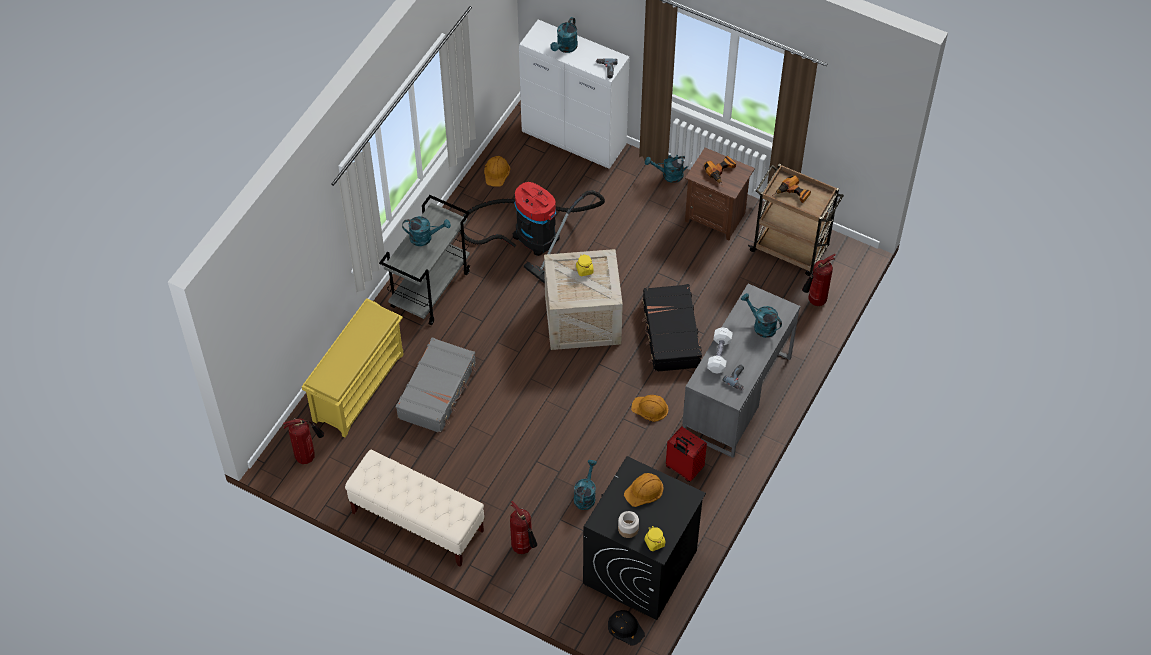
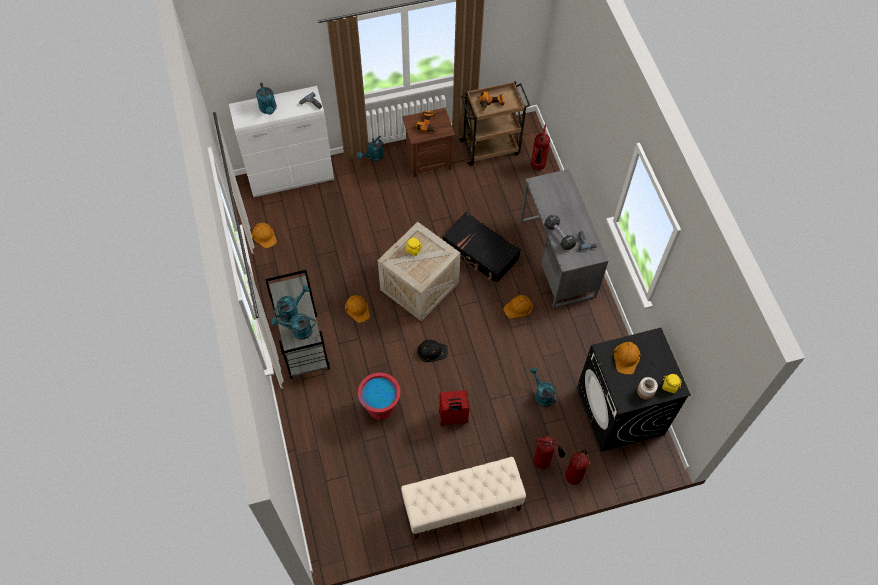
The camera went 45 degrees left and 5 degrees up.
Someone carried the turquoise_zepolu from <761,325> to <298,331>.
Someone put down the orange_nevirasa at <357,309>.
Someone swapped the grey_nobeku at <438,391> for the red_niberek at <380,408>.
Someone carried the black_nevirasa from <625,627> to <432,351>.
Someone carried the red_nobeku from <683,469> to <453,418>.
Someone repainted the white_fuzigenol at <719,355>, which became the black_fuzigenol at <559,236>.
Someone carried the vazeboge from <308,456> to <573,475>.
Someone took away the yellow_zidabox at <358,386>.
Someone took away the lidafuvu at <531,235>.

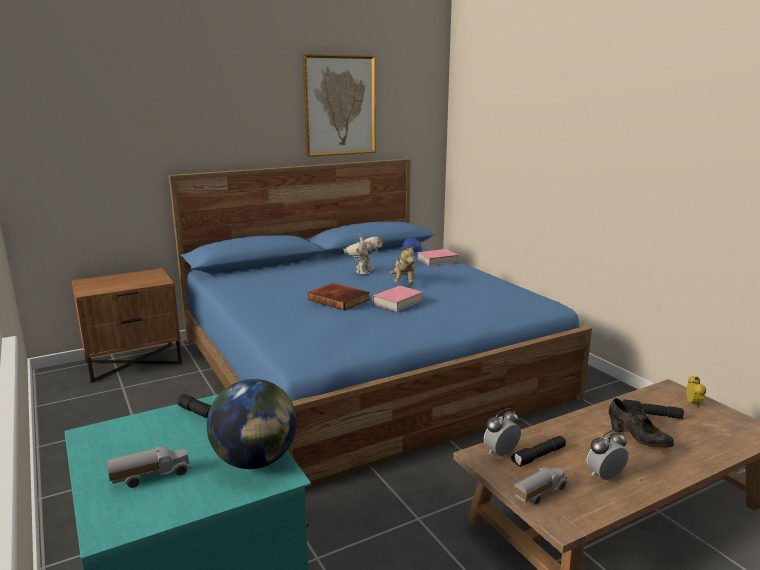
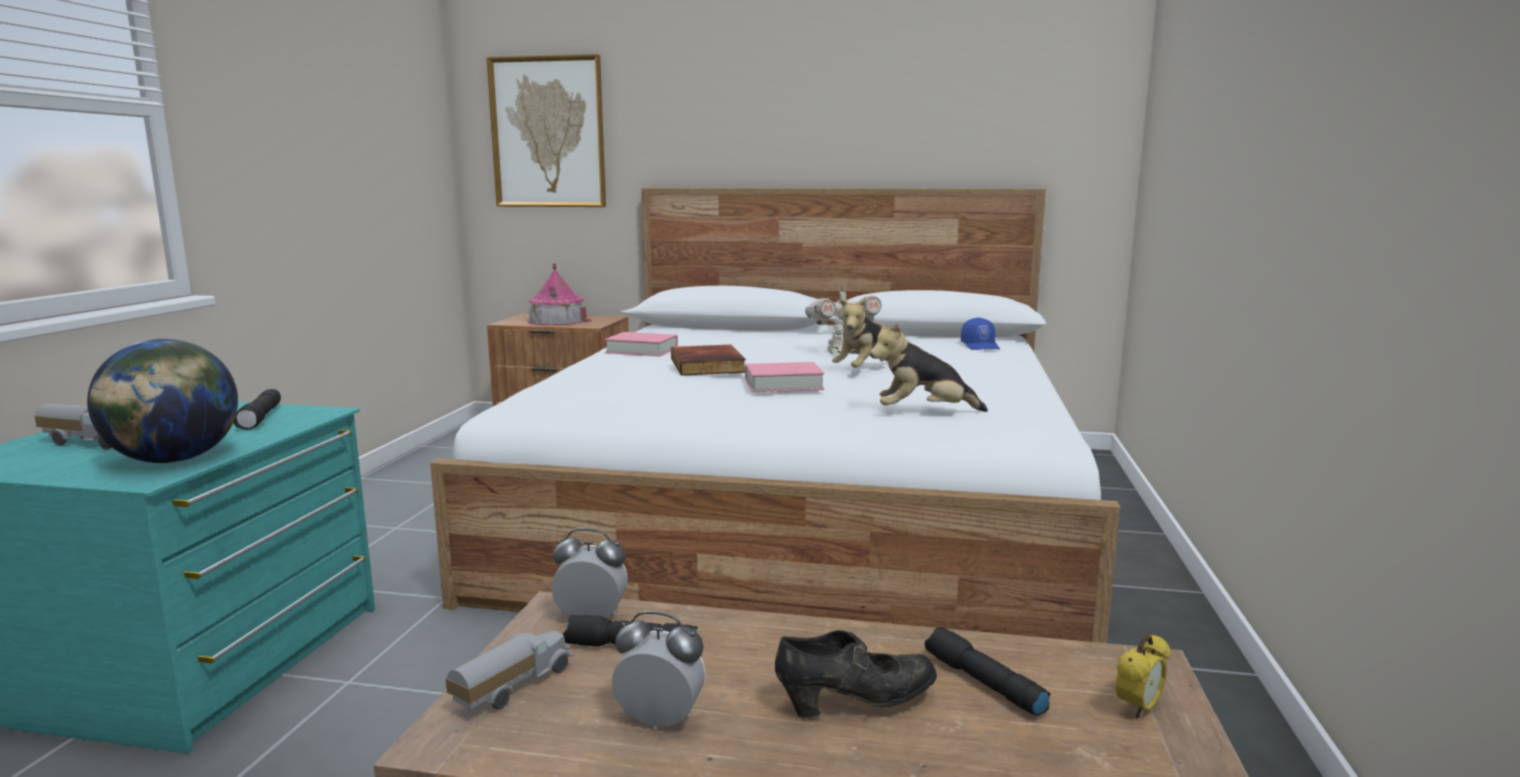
The camera went 40 degrees right and 5 degrees down.
Someone repainted the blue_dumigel at <365,366>, which became the white_dumigel at <803,508>.
Someone rotated the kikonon at <539,493> by 60 degrees counterclockwise.
Someone carried the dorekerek from <339,105> to <548,133>.
Someone put down the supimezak at <557,320>.
Someone carried the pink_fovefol from <437,260> to <642,350>.
Someone rotated the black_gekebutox at <637,439> by 105 degrees counterclockwise.
Someone put down the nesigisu at <923,413>.

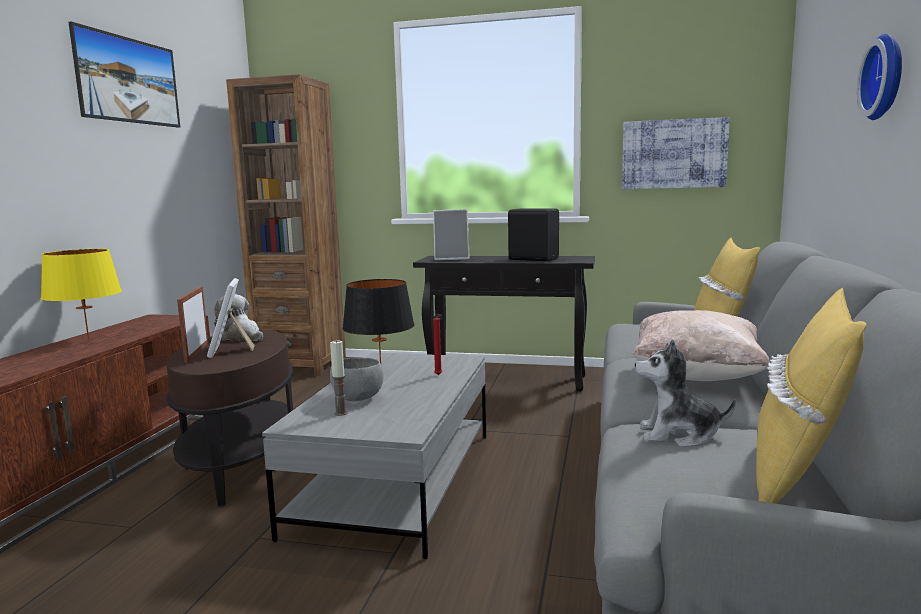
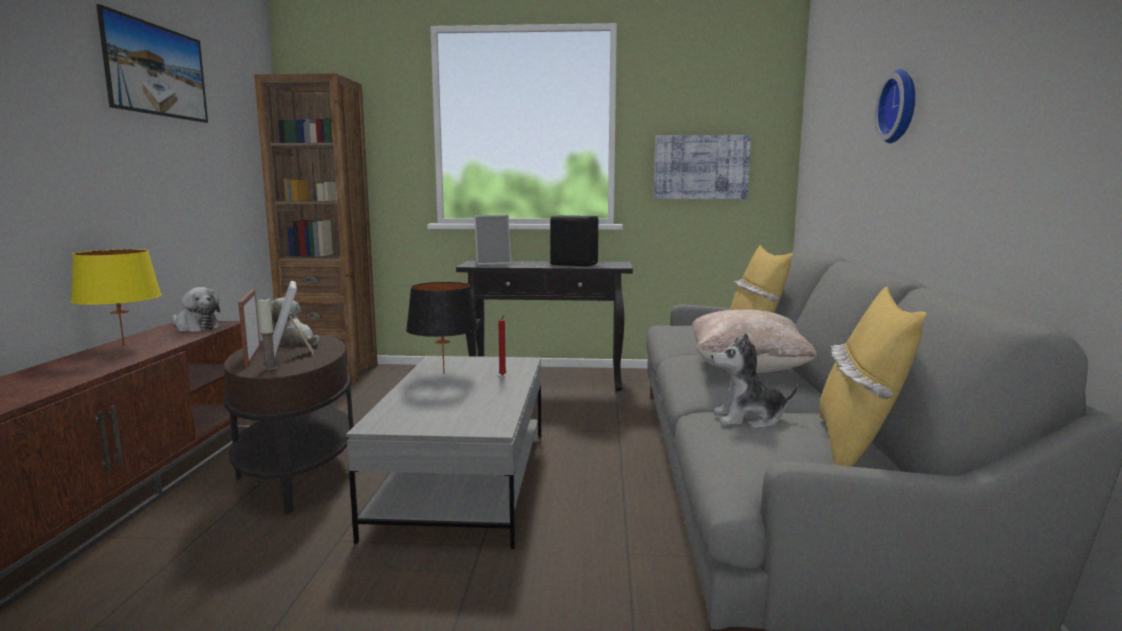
The camera went 10 degrees left and 0 degrees up.
Someone put down the nesigisu at <195,327>.
Someone carried the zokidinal from <340,413> to <270,368>.
Someone took away the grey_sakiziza at <356,398>.

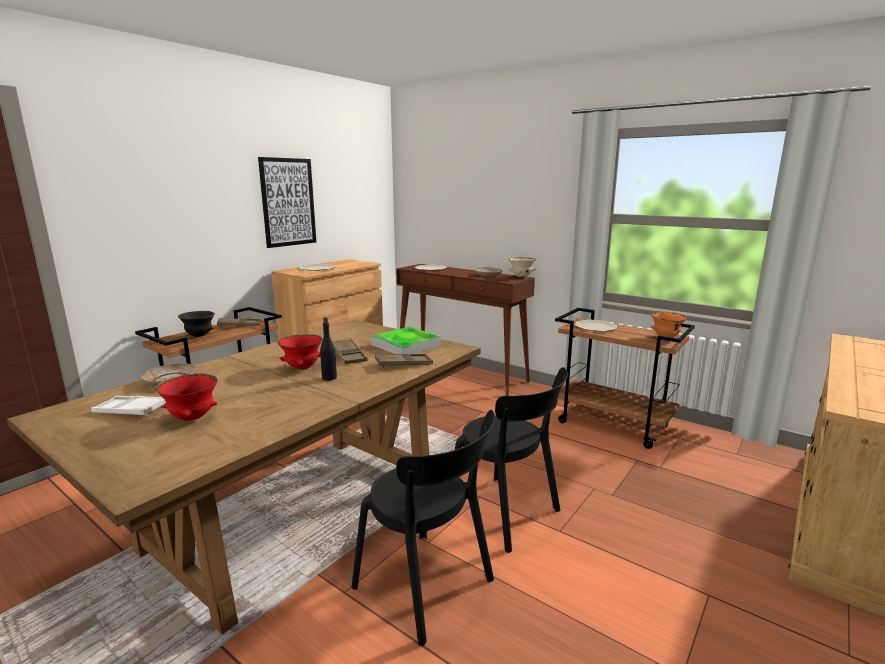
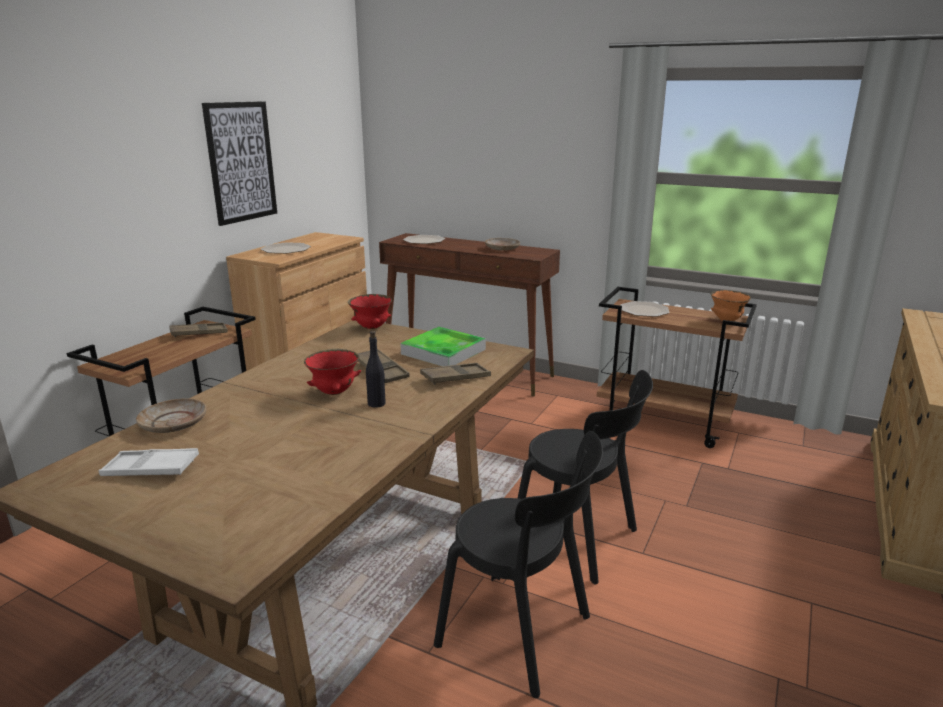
The camera went 10 degrees left and 5 degrees up.
Someone carried the red_sakiziza from <192,418> to <372,327>.
Someone took away the black_sakiziza at <199,336>.
Someone took away the beige_sakiziza at <521,277>.

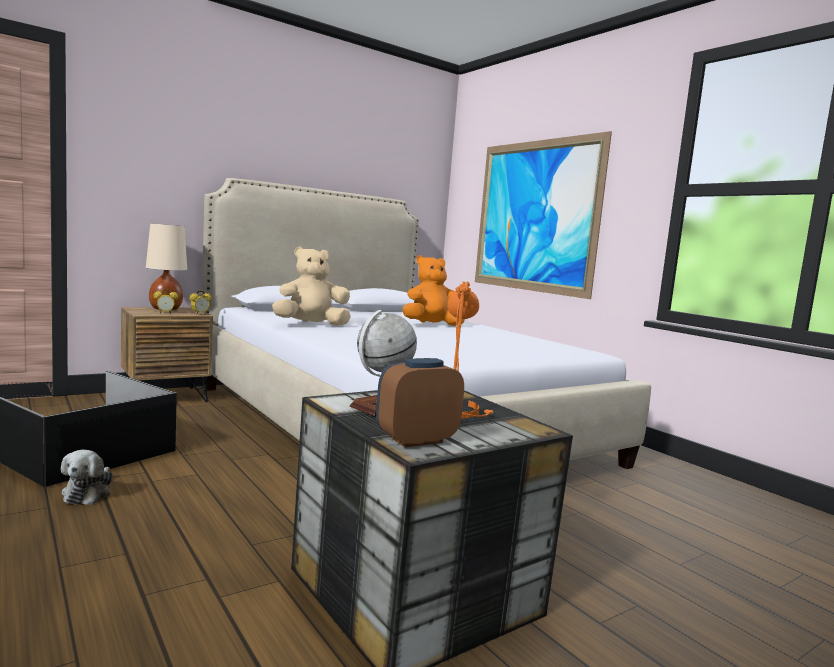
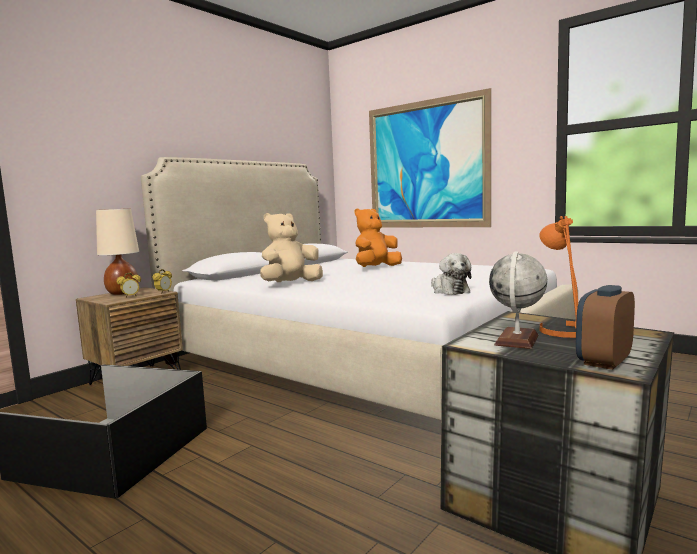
The camera went 15 degrees left and 0 degrees up.
Someone carried the nesigisu from <89,493> to <449,291>.

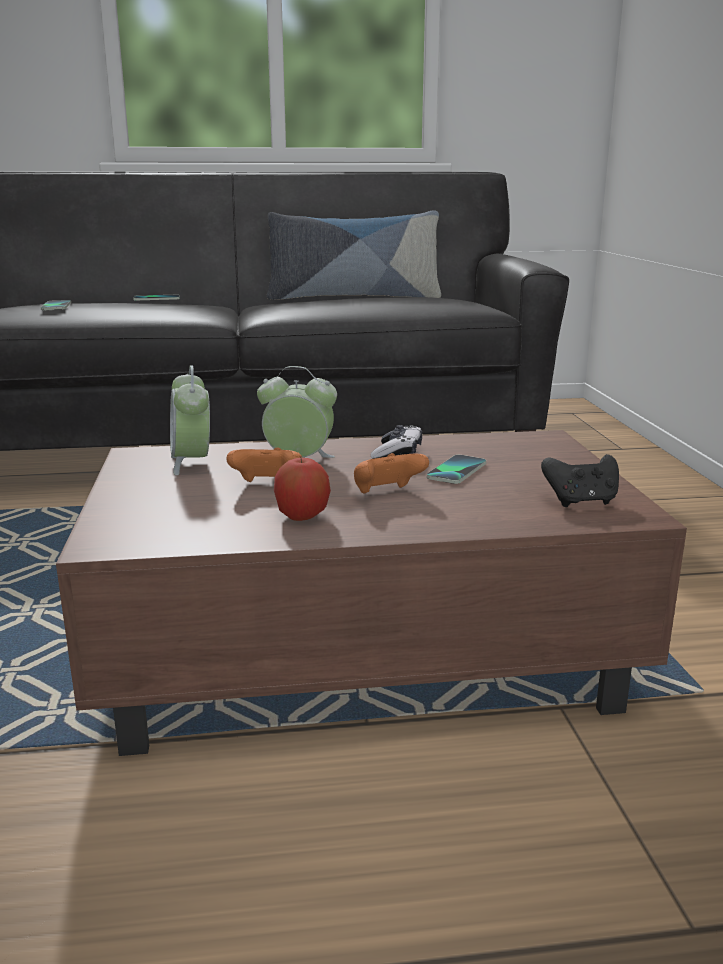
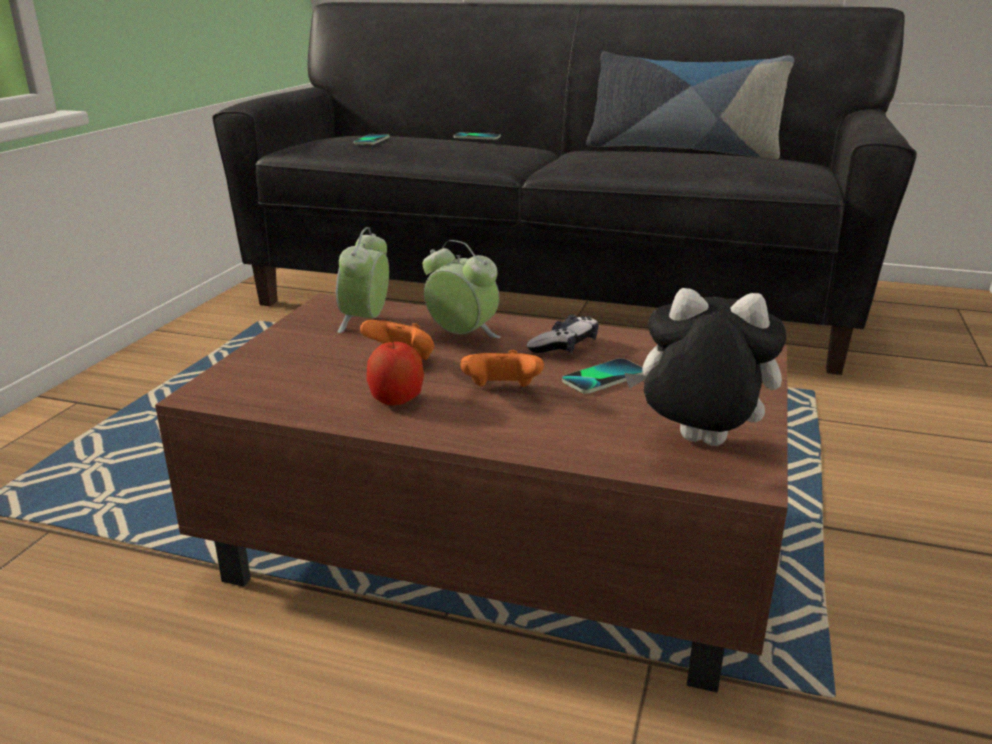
The camera went 25 degrees right and 5 degrees up.
Someone swapped the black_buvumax at <581,502> for the nesigisu at <697,444>.

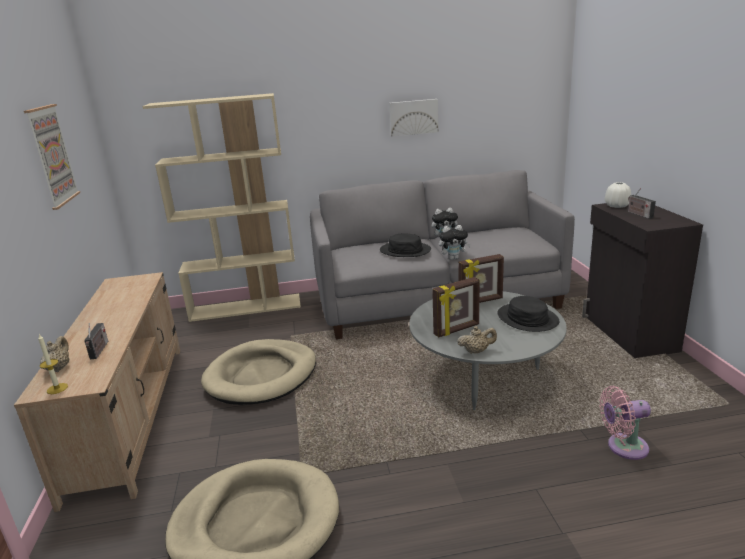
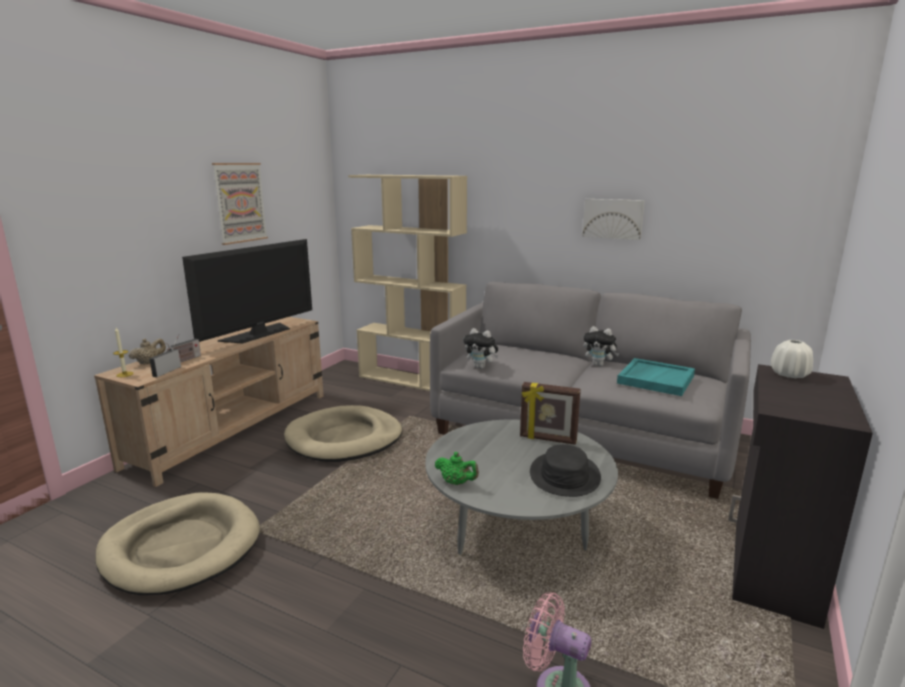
The camera went 35 degrees right and 5 degrees down.
Someone carried the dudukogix from <638,214> to <168,371>.
Someone put down the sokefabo at <258,334>.
Someone repainted the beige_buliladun at <476,351>, which became the green_buliladun at <456,483>.
Someone carried the nesigisu from <453,258> to <481,367>.
Someone put down the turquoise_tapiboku at <655,379>.
Someone took away the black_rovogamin at <405,250>.
Someone took away the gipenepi at <457,330>.

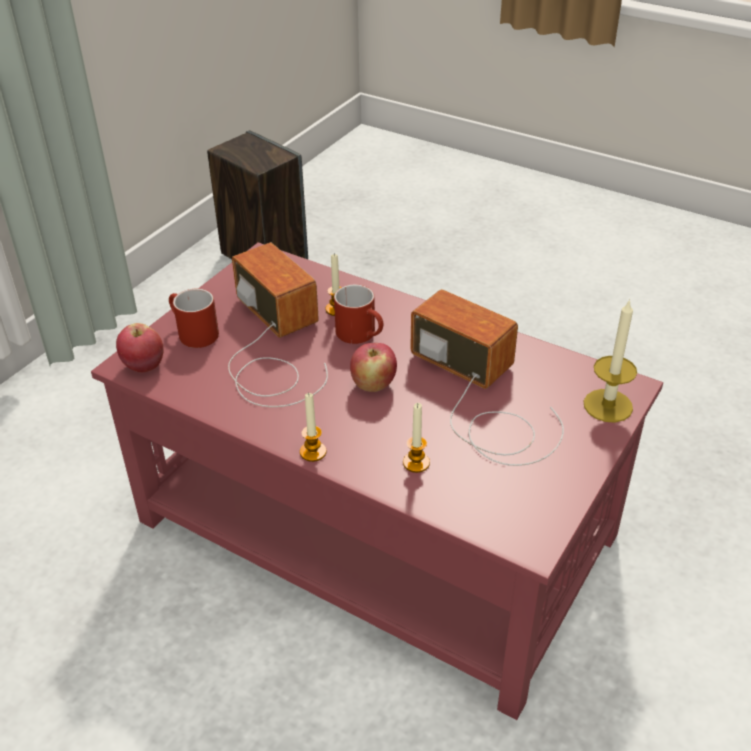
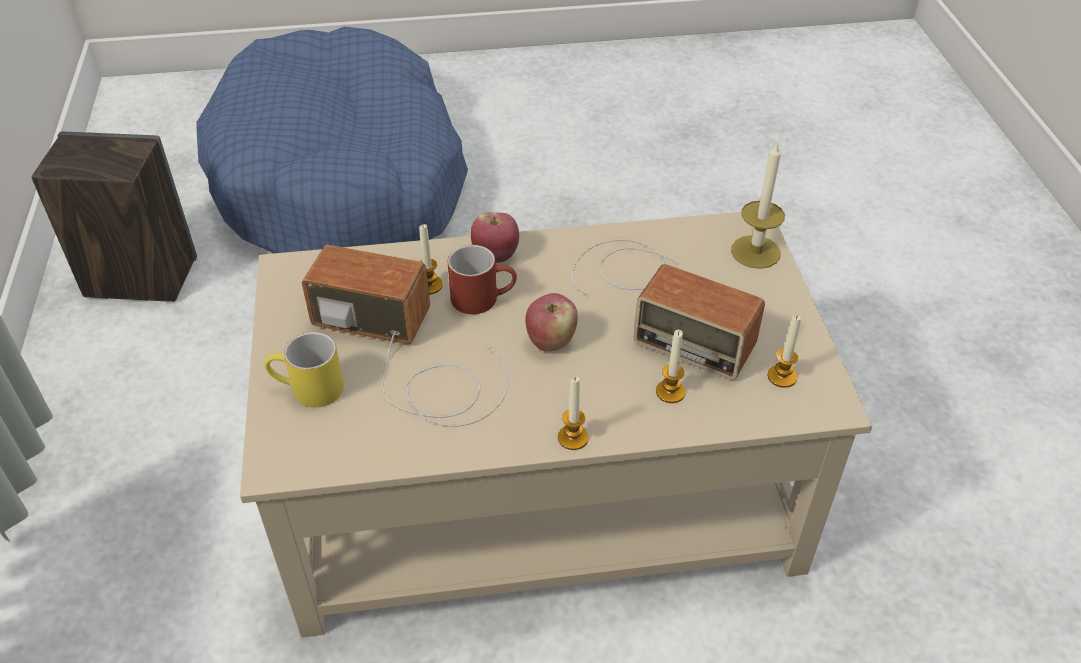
The camera went 40 degrees left and 5 degrees up.
Someone put down the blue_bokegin at <342,180>.
Someone repainted the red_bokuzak at <374,526>, which became the beige_bokuzak at <538,489>.
Someone repainted the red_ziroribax at <192,333>, which became the yellow_ziroribax at <308,390>.
Someone carried the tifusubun from <144,366> to <496,256>.
Someone rotated the dudukogix at <483,399> by 150 degrees counterclockwise.
Someone put down the zokidinal at <782,377>.

